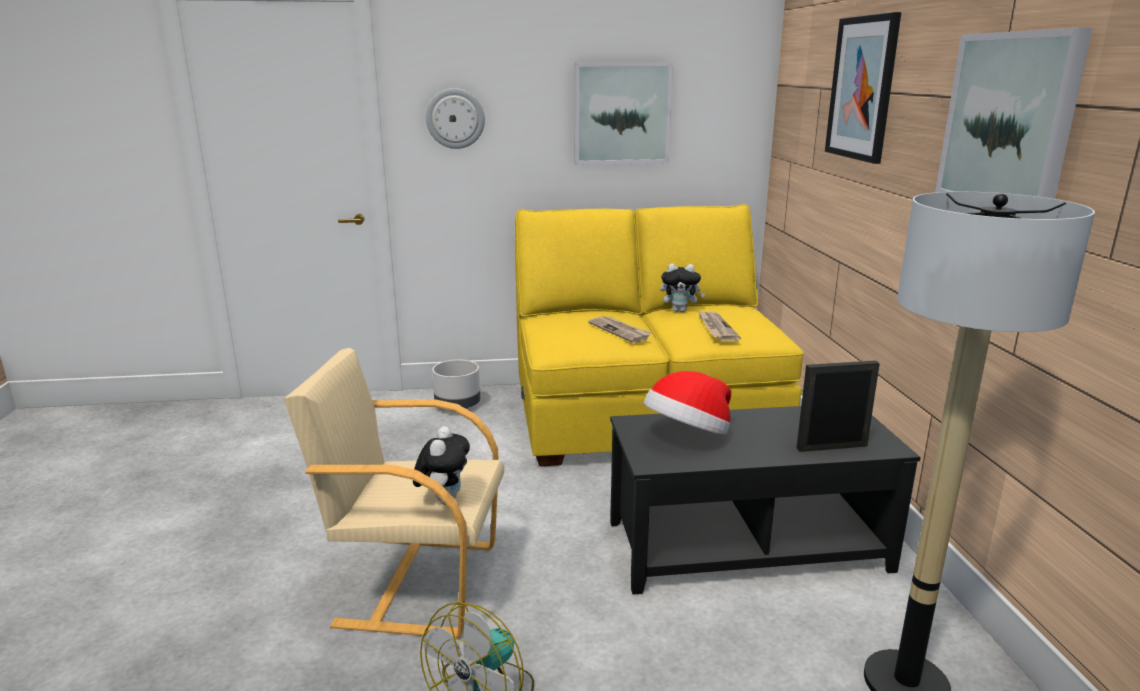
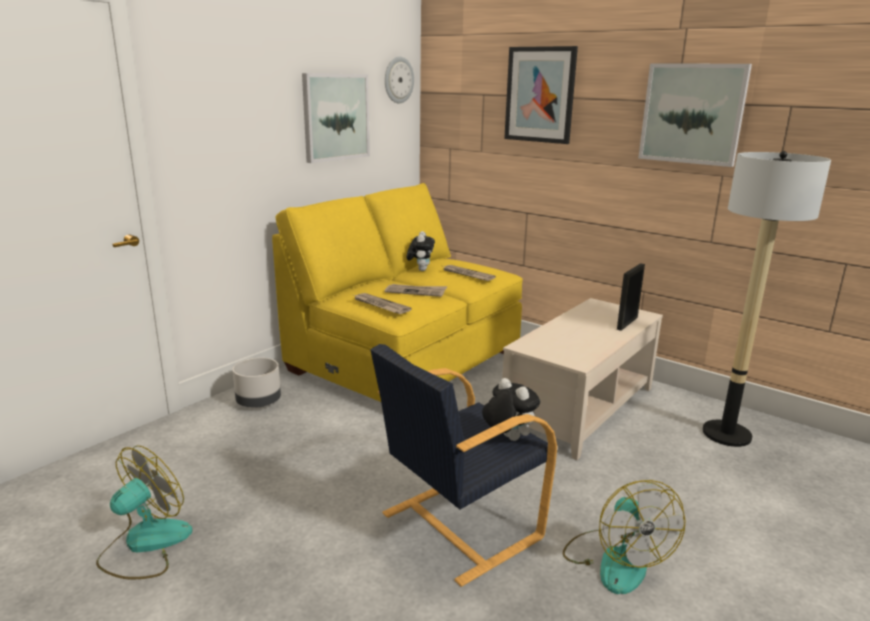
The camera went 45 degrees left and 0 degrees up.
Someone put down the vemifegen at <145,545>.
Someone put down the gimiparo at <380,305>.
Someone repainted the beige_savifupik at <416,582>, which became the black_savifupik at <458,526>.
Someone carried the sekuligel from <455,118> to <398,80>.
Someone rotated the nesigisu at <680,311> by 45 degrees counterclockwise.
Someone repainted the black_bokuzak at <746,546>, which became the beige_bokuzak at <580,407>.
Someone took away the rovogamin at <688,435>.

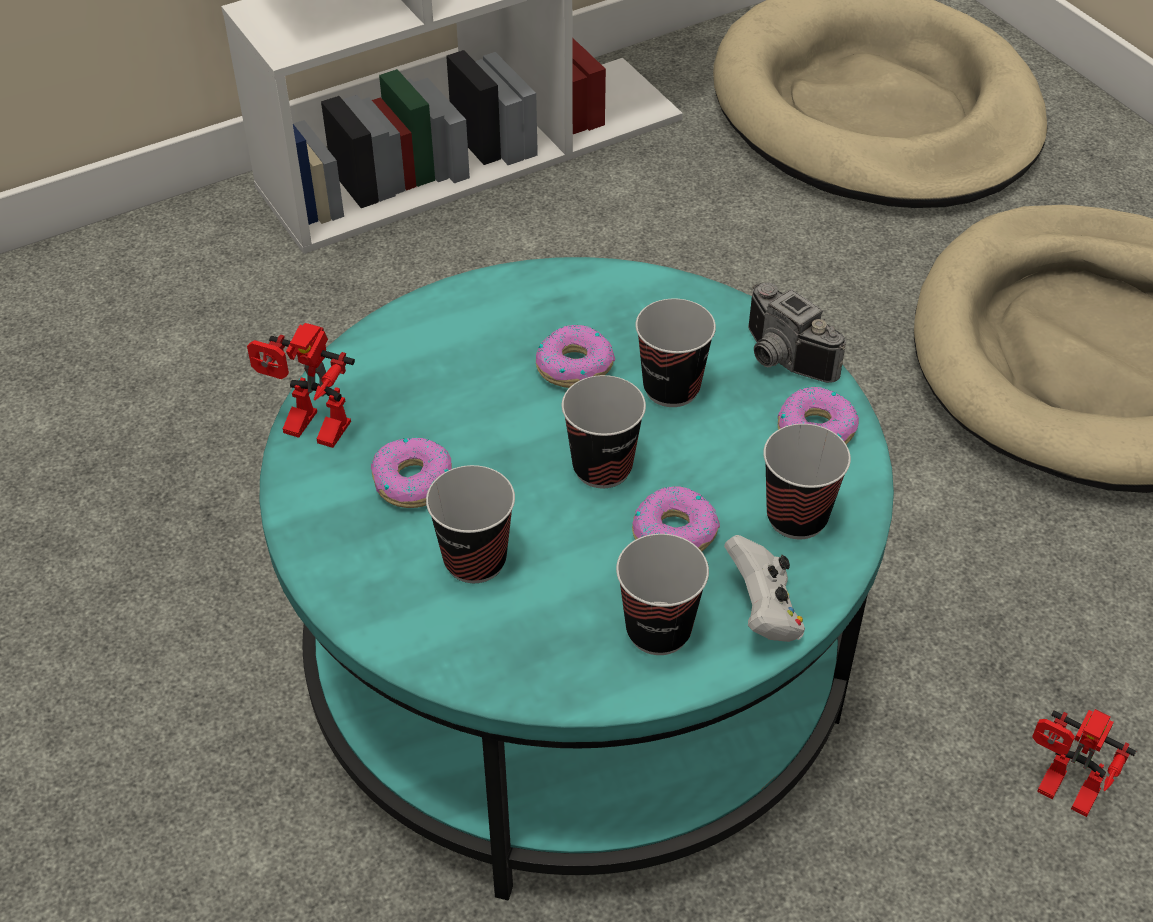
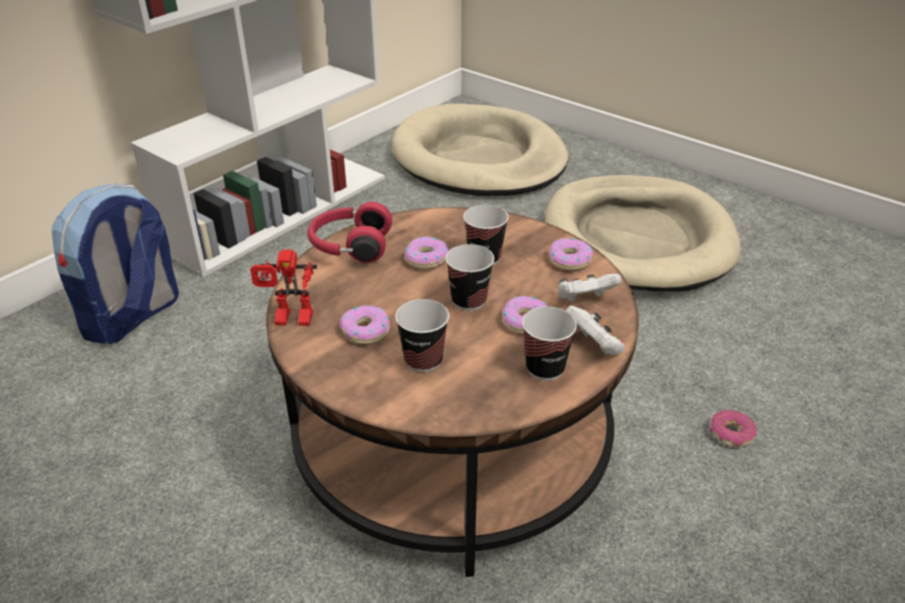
The camera went 20 degrees left and 10 degrees down.
Someone put down the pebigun at <132,317>.
Someone repainted the turquoise_bokuzak at <577,662>, which became the brown_bokuzak at <452,440>.
Someone put down the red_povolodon at <350,247>.
Someone swapped the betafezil at <797,517> for the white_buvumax at <584,300>.
Someone swapped the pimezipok at <1061,794> for the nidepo at <730,434>.
Someone took away the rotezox at <780,360>.

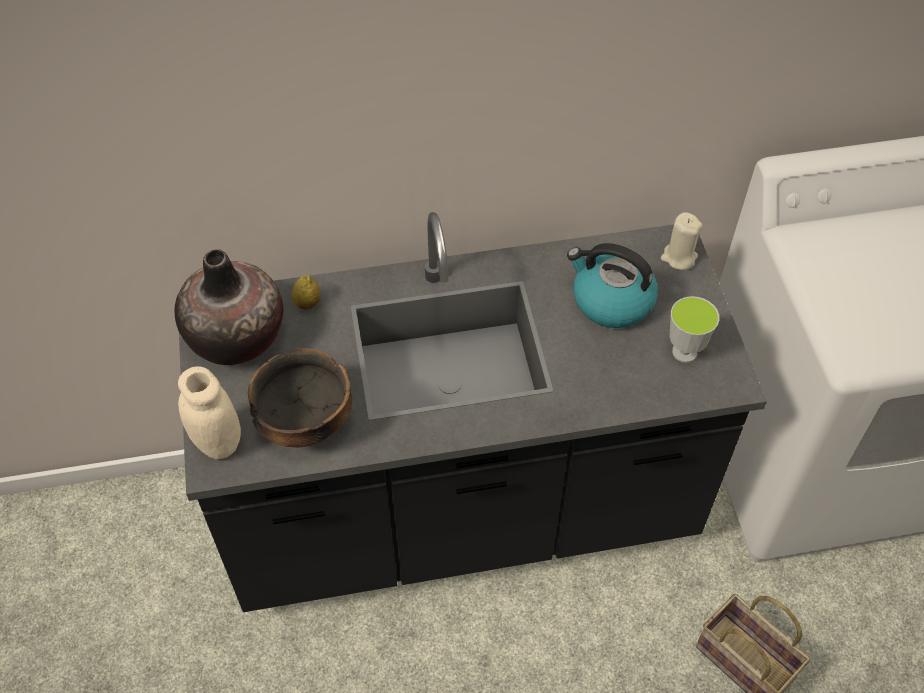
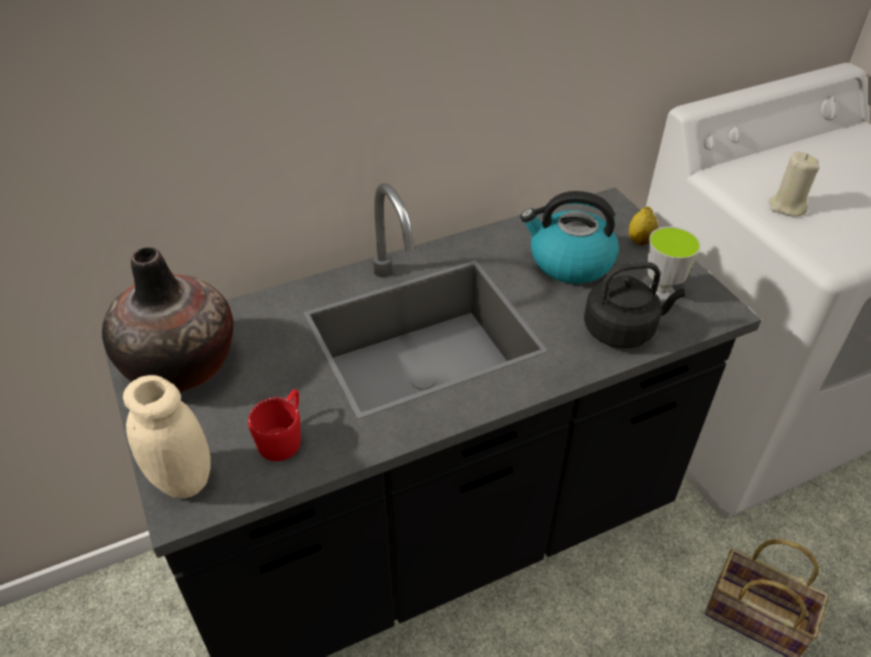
The camera went 15 degrees left and 10 degrees down.
Someone swapped the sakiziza at <305,422> for the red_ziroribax at <284,436>.
Someone put down the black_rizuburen at <622,330>.
Someone carried the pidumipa from <308,303> to <640,241>.
Someone carried the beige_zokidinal from <678,257> to <787,207>.

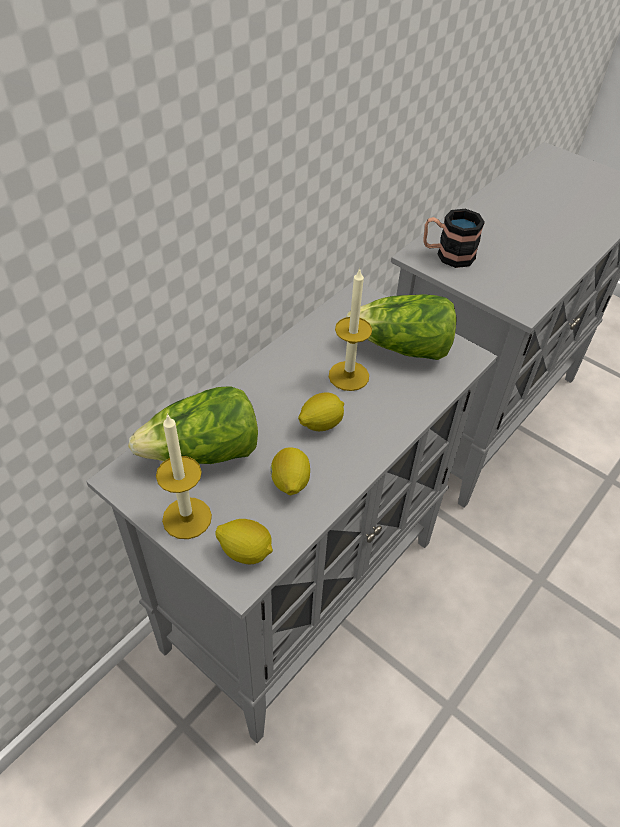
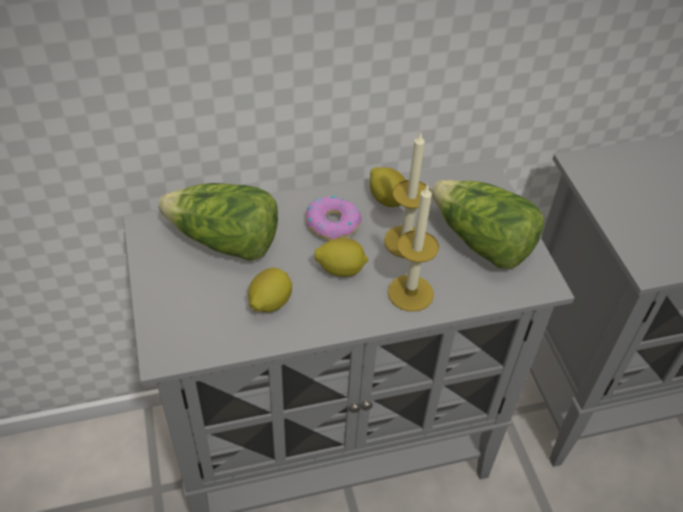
The camera went 35 degrees right and 0 degrees up.
Someone put down the nidepo at <332,224>.
Someone carried the pidumipa from <246,551> to <387,199>.
Someone carried the zokidinal from <187,518> to <410,293>.
Someone took away the ziroribax at <447,255>.

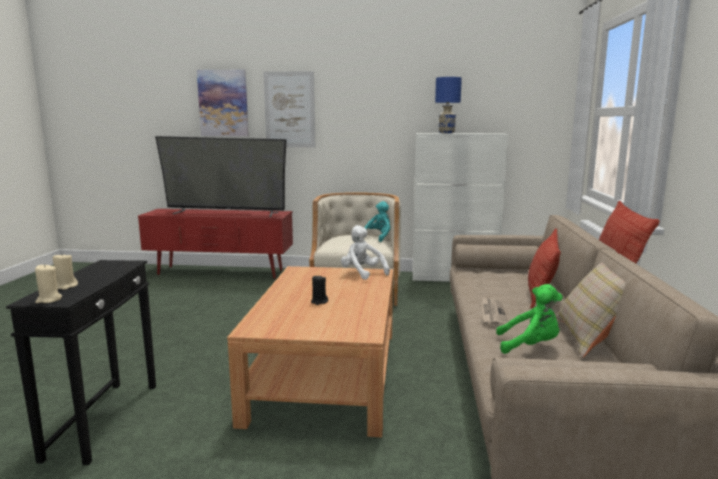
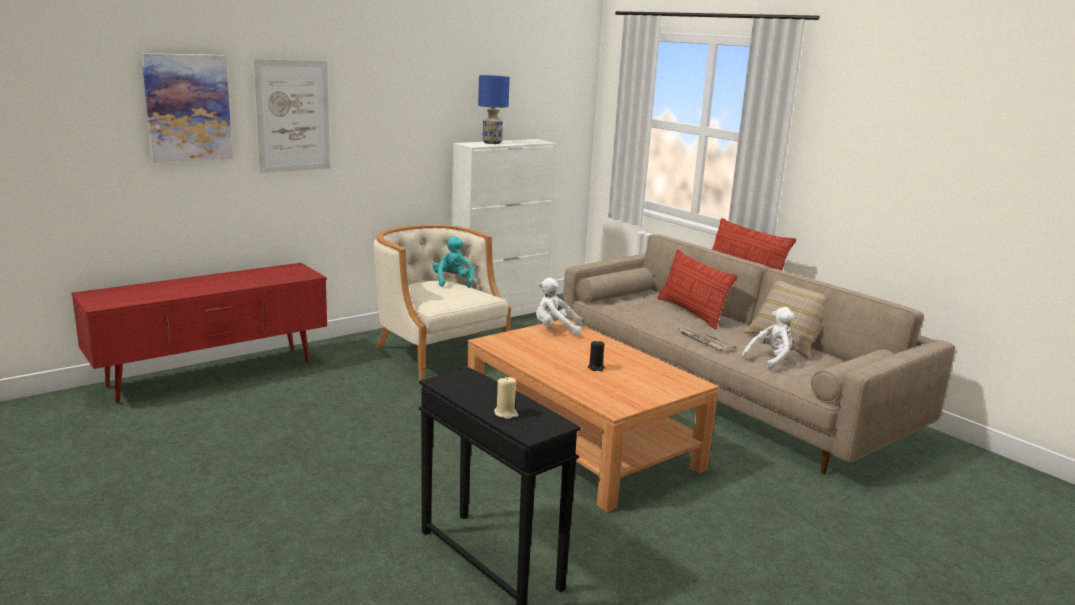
The camera went 45 degrees left and 5 degrees up.
Someone repainted the green_nesigisu at <530,346>, which became the white_nesigisu at <770,359>.
Someone took away the beige_zokidinal at <49,300>.
Someone took away the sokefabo at <225,213>.

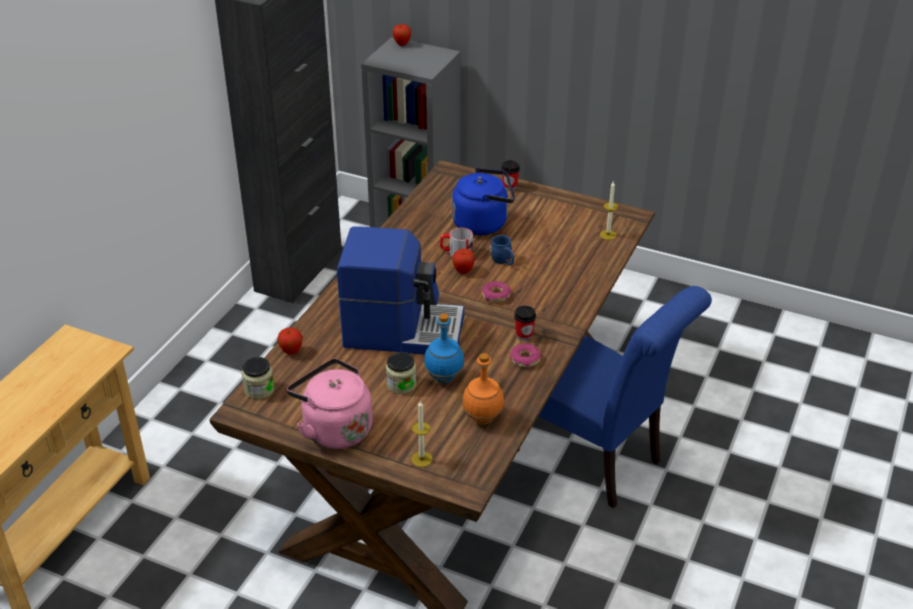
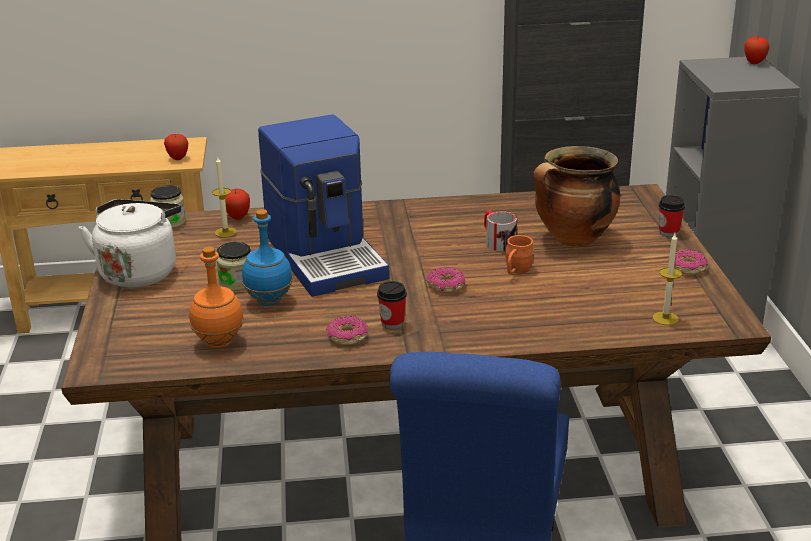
The camera went 60 degrees right and 10 degrees down.
Someone repainted the pink_rizuburen at <334,428>, which became the white_rizuburen at <139,271>.
Someone carried the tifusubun from <463,271> to <178,158>.
Someone carried the zokidinal from <421,459> to <225,232>.
Someone repainted the blue_ziroribax at <503,261>, which became the orange_ziroribax at <516,271>.
Someone swapped the blue_rizuburen at <483,223> for the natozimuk at <573,239>.
Someone put down the nidepo at <687,268>.

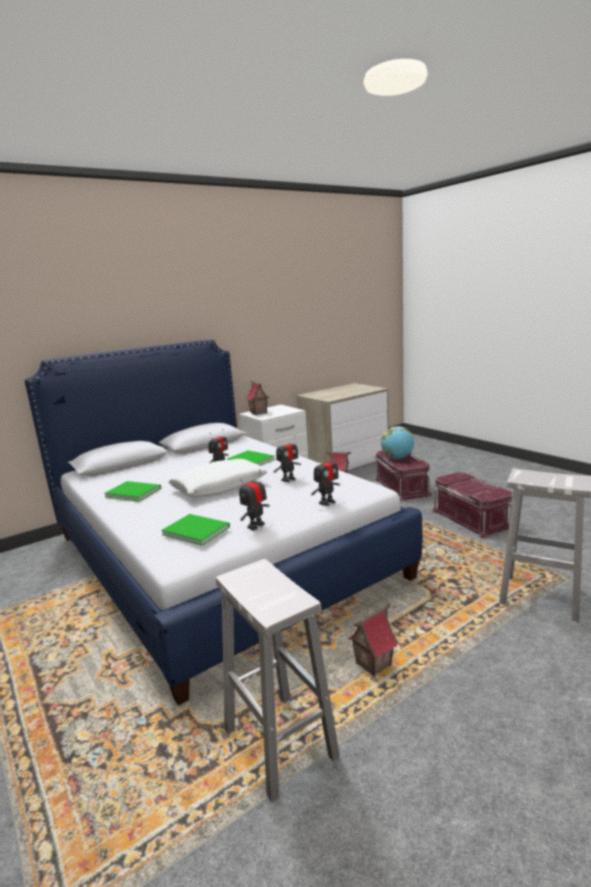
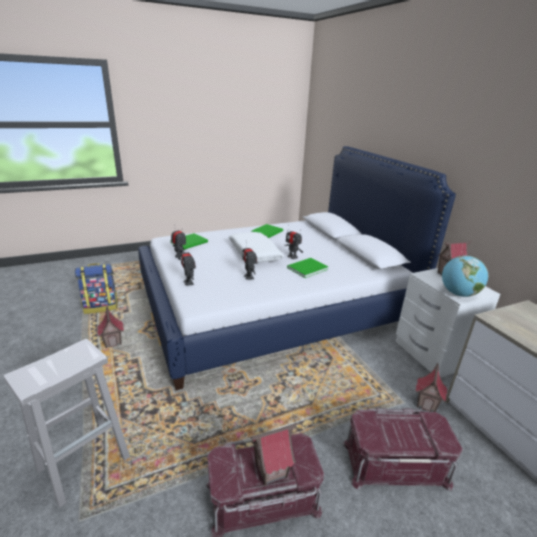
The camera went 100 degrees right and 10 degrees up.
Someone swapped the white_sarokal at <278,742> for the pebigun at <101,307>.
Someone put down the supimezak at <271,470>.
Someone carried the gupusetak from <397,458> to <458,294>.

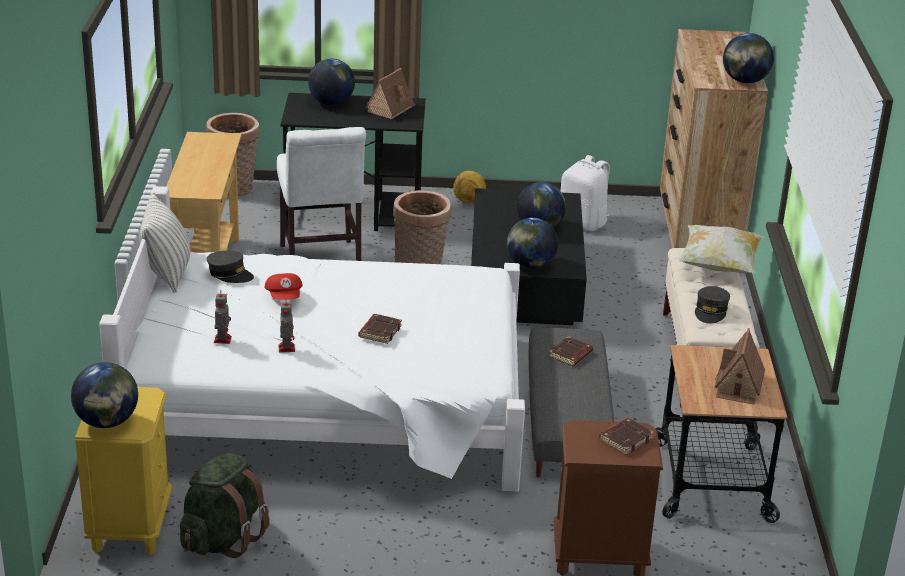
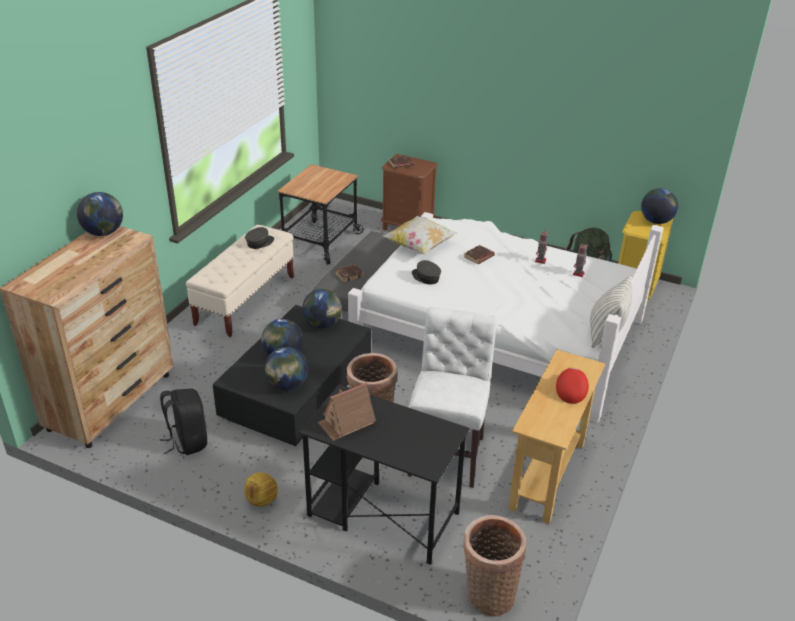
The camera went 155 degrees left and 5 degrees up.
Someone repainted the white_pebigun at <583,222>, which became the black_pebigun at <187,441>.
Someone carried the gupusetak from <331,103> to <287,385>.
Someone carried the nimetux from <718,266> to <420,246>.
Someone carried the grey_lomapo from <230,274> to <426,277>.
Someone carried the red_lomapo from <284,297> to <570,390>.
Someone took away the supimezak at <738,385>.

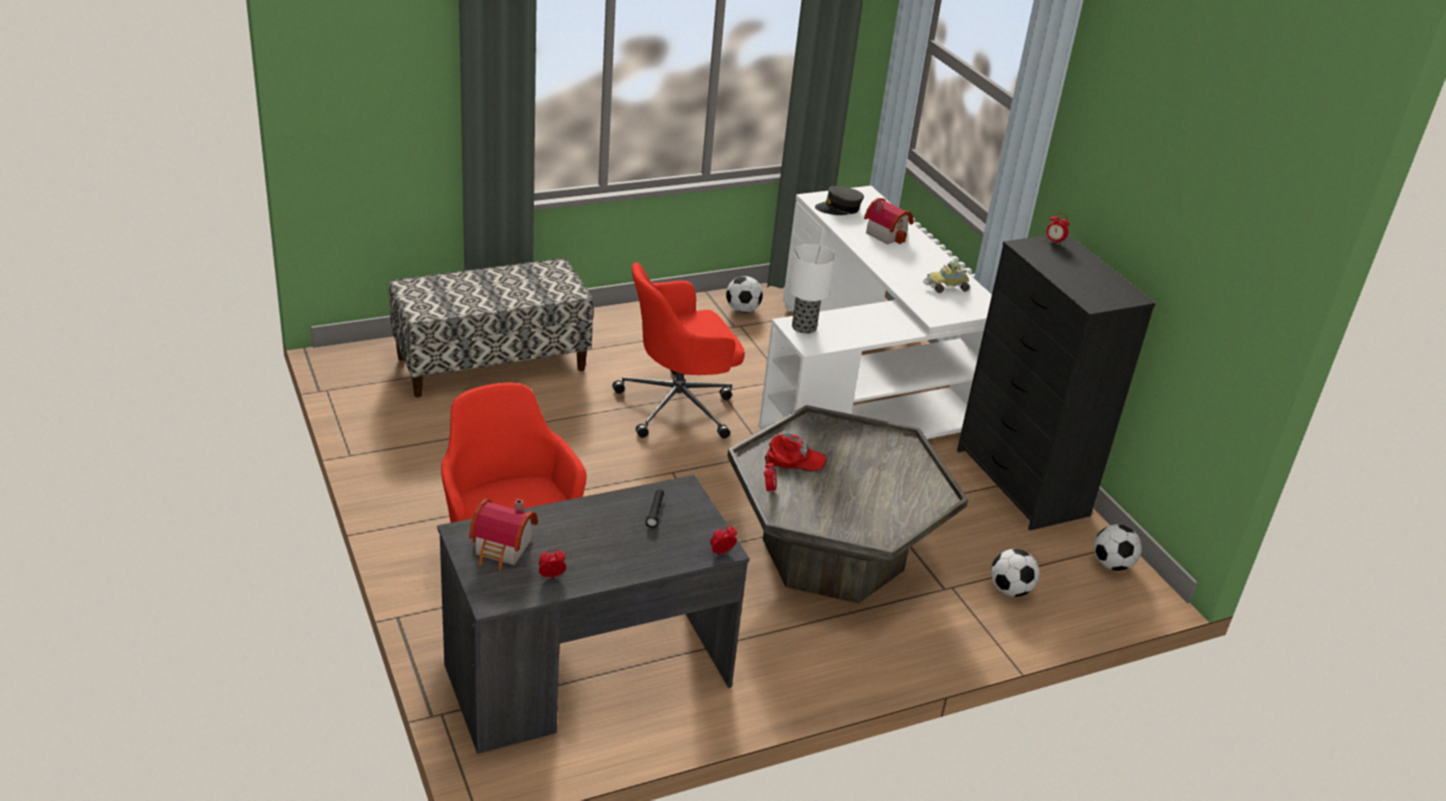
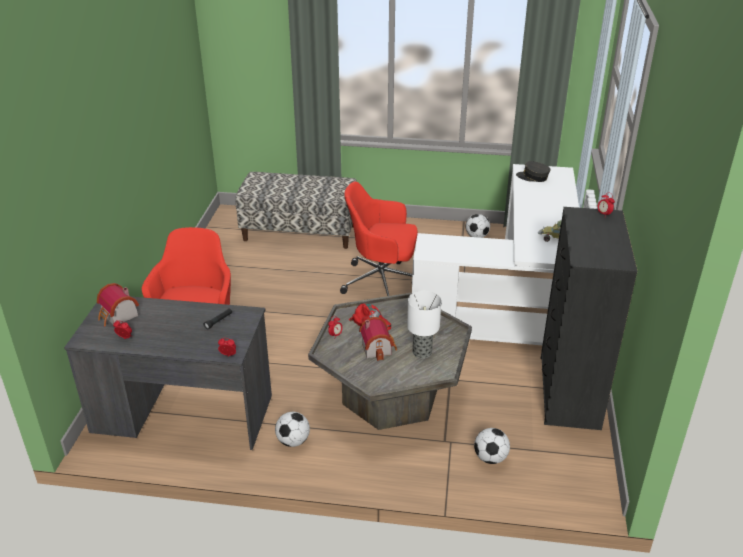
The camera went 35 degrees right and 0 degrees up.
Someone carried the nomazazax from <1111,564> to <293,441>.
Someone carried the supimezak from <887,233> to <378,347>.
Someone carried the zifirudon from <804,327> to <422,352>.

